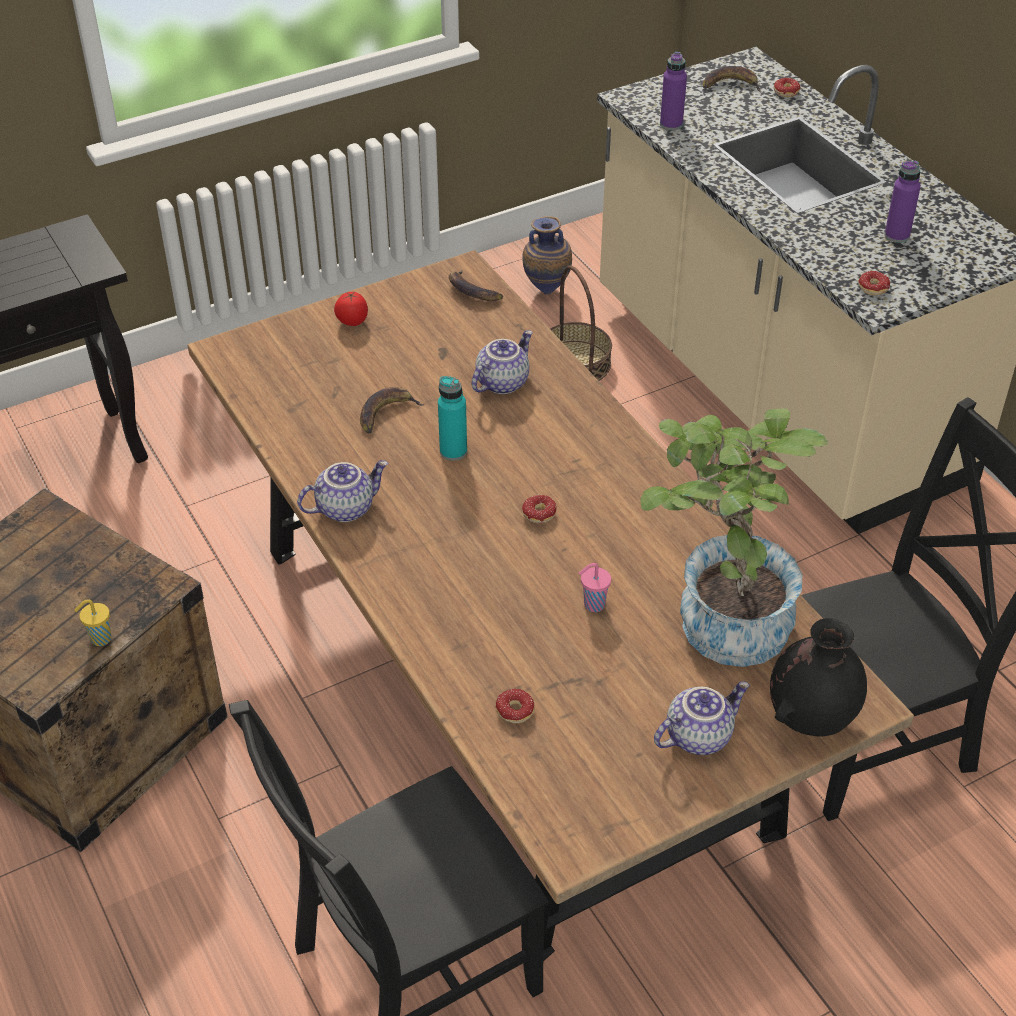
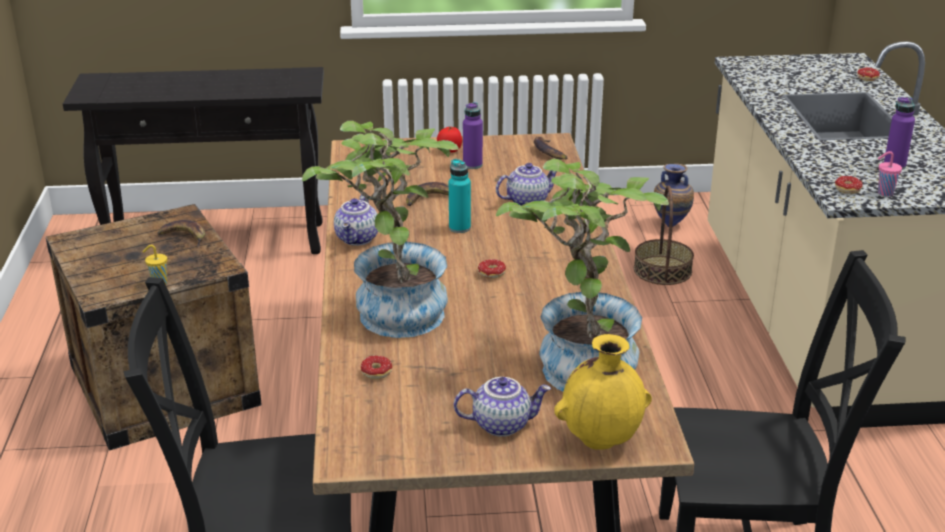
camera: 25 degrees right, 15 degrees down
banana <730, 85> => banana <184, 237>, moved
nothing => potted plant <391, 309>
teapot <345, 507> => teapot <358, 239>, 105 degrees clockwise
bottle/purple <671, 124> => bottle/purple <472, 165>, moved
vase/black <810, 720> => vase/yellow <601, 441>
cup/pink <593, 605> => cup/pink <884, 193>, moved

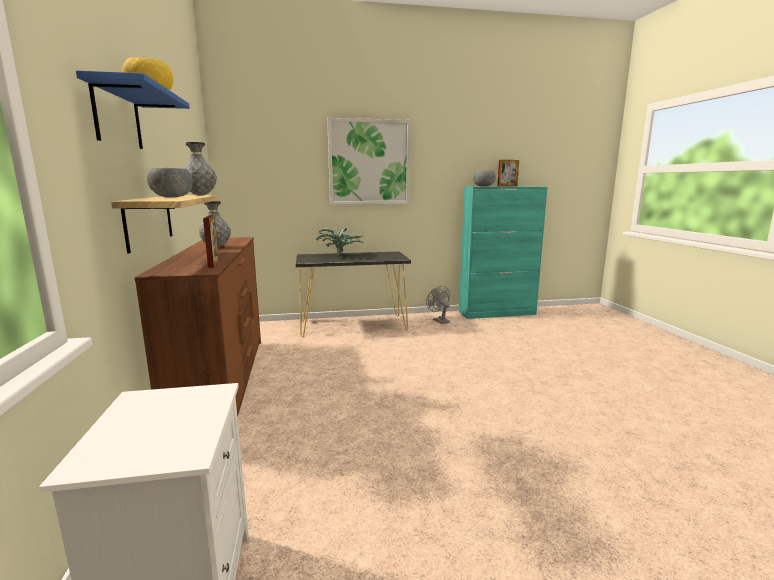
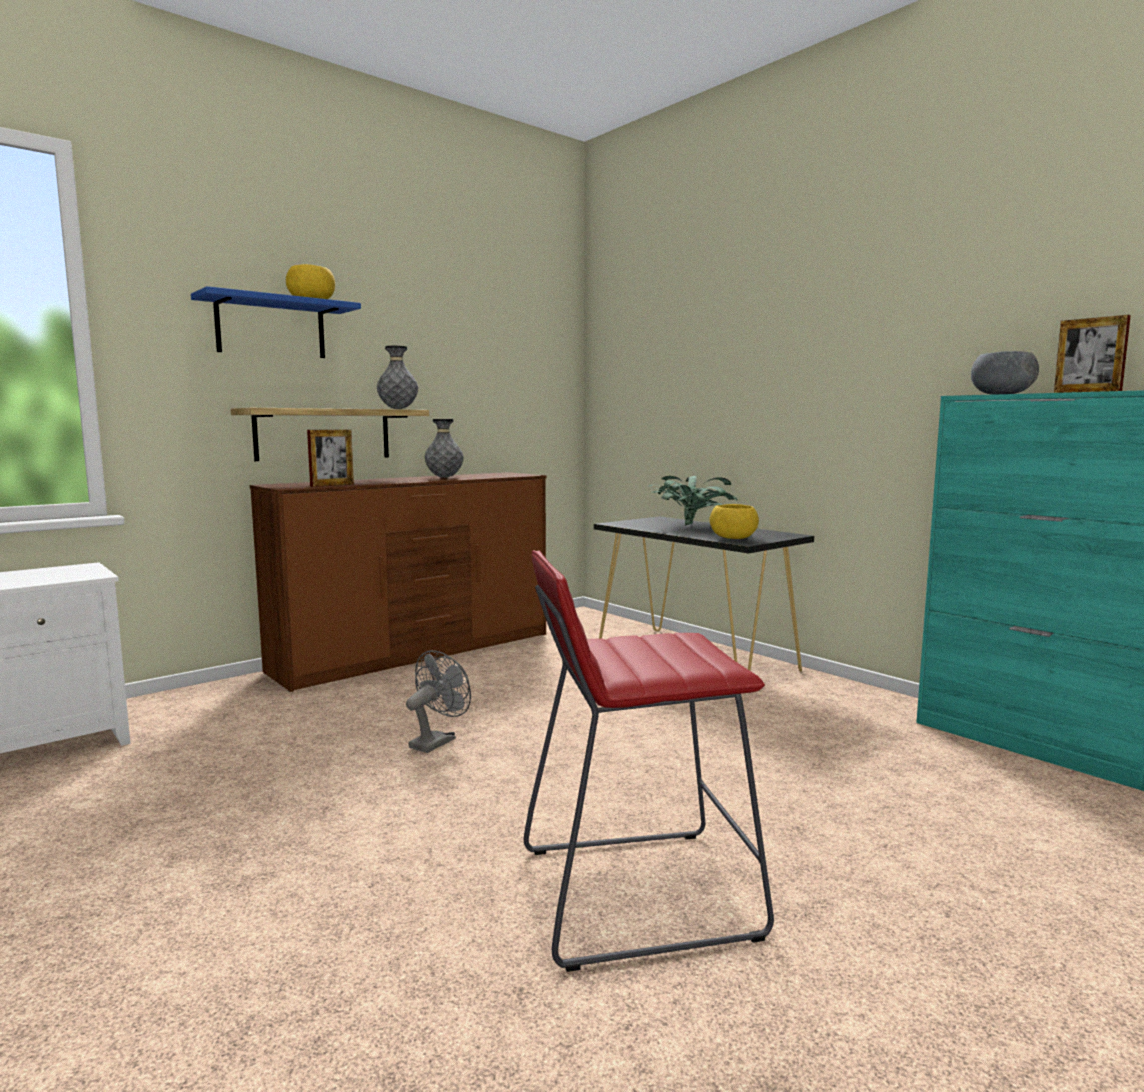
camera: 60 degrees right, 5 degrees down
fan/grey <439, 320> => fan/grey <437, 741>, moved
nothing => stool/red <636, 893>
nothing => bowl/yellow <733, 538>
bowl/grey <172, 197> => nothing
picture <369, 162> => nothing

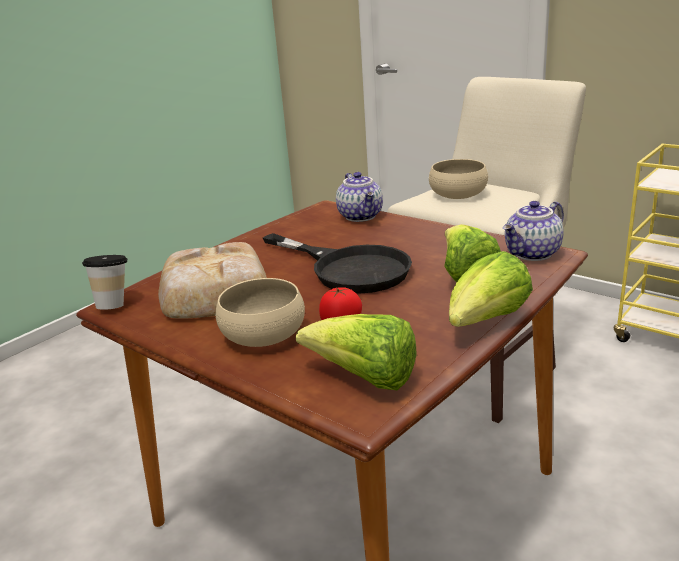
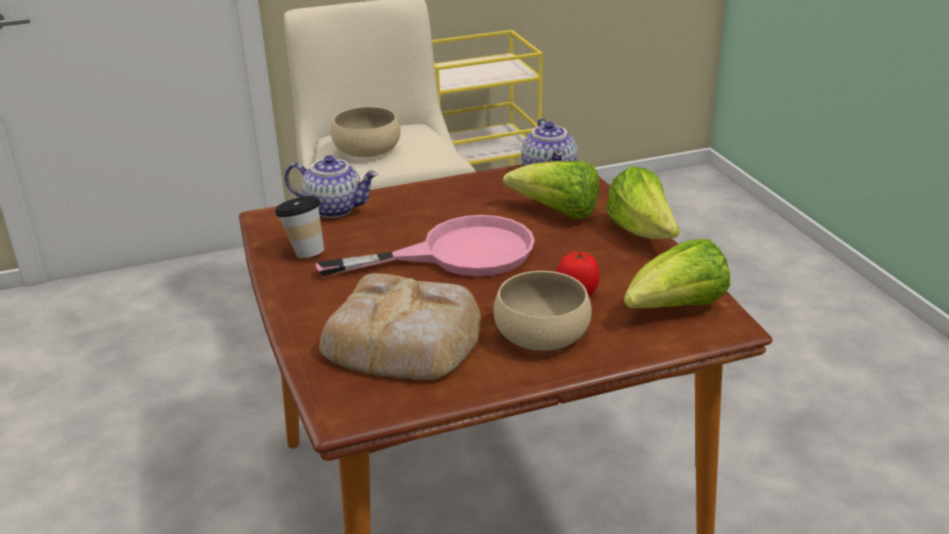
camera: 60 degrees left, 5 degrees up
cup <114, 304> => cup <304, 252>, moved
frying pan/black <348, 268> => frying pan/pink <457, 254>

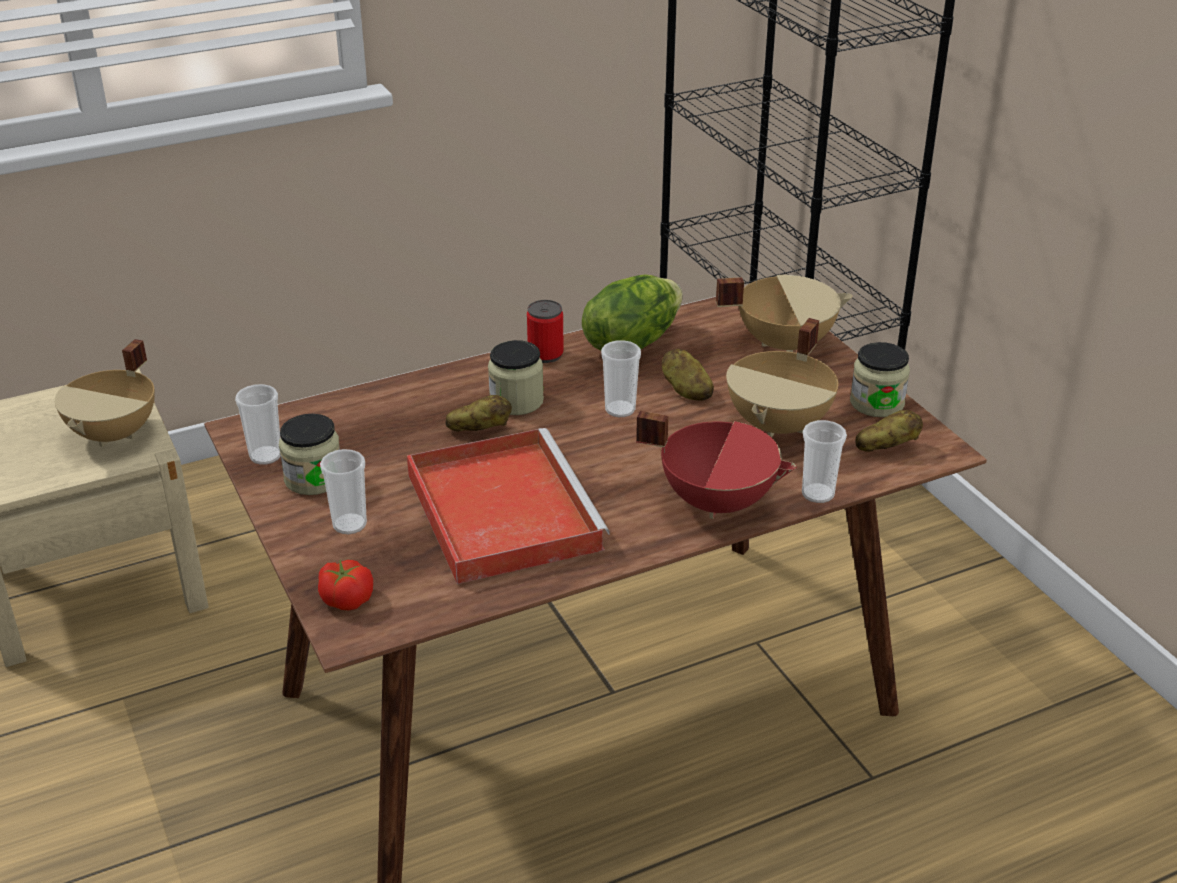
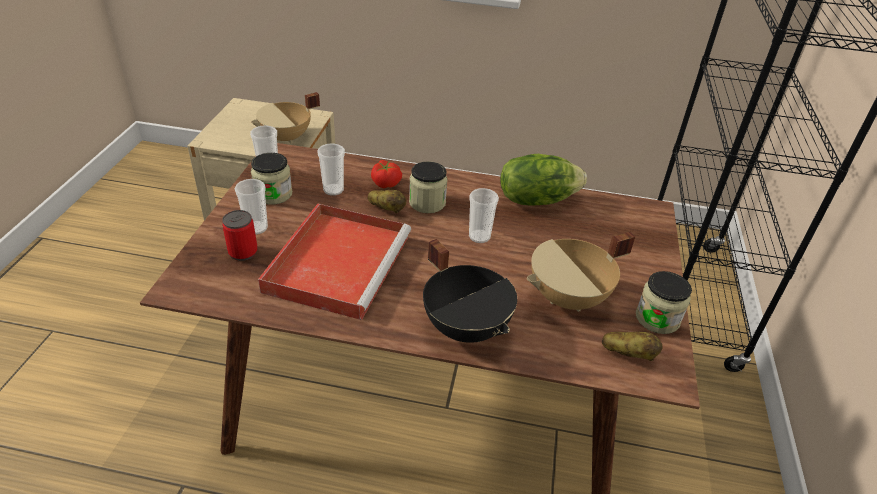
camera: 35 degrees right, 5 degrees up
can <545, 354> => can <243, 252>, moved
cup <818, 494> => cup <333, 190>, moved
tomato <347, 598> => tomato <386, 183>, moved
cooking pot/red <717, 501> => cooking pot/black <467, 327>
potato <686, 390> => nothing
cooking pot/beige <784, 343> => nothing

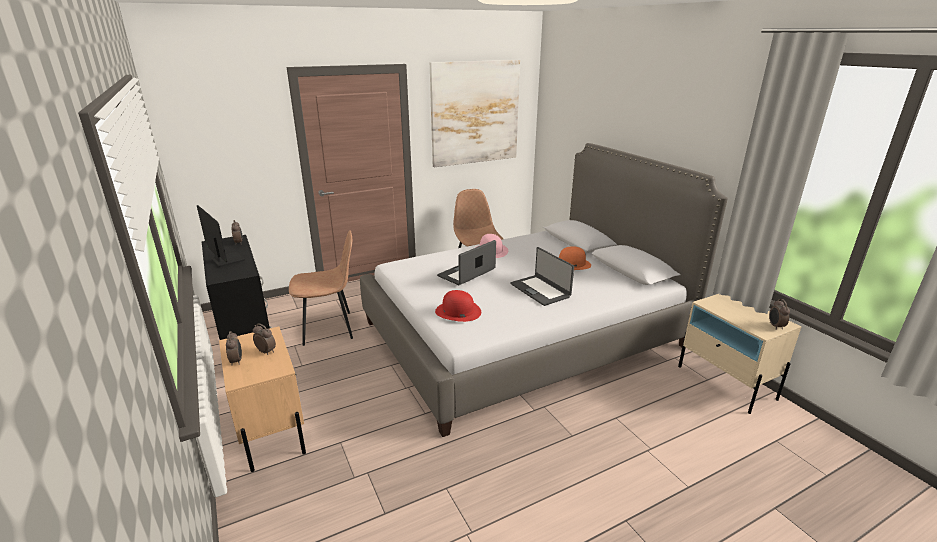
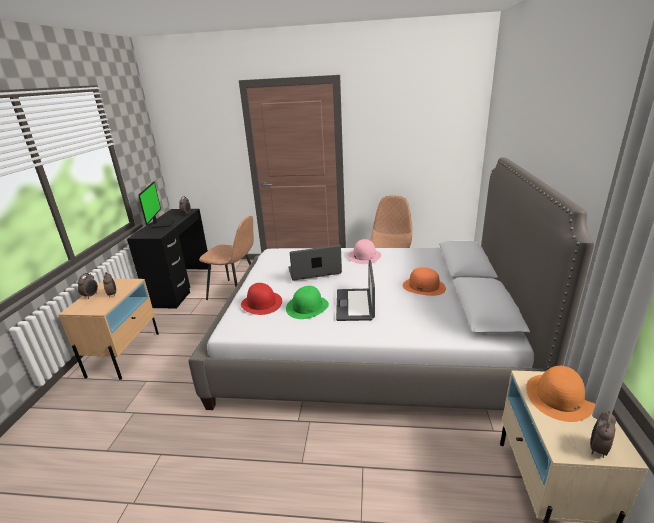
camera: 35 degrees right, 0 degrees up
nothing => hat/green <307, 307>
nothing => hat/orange <559, 397>
picture <475, 113> => nothing

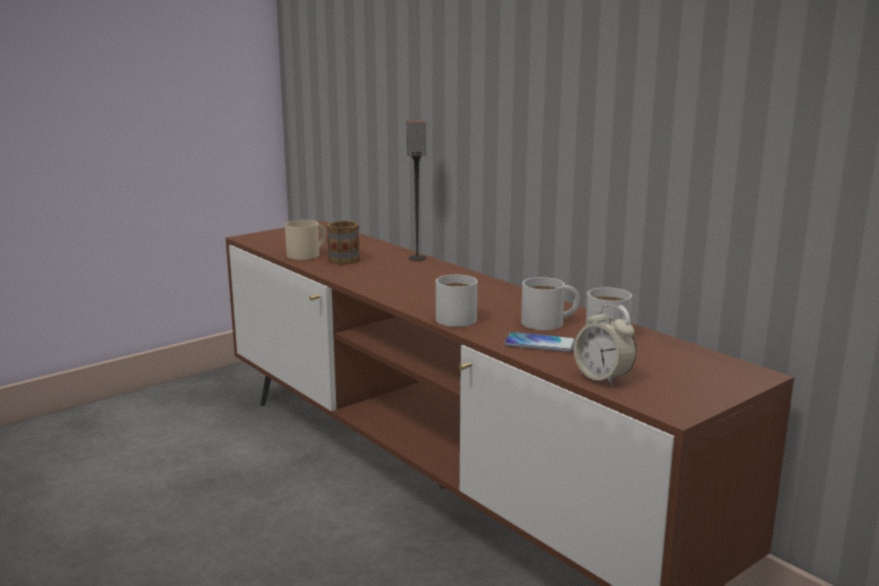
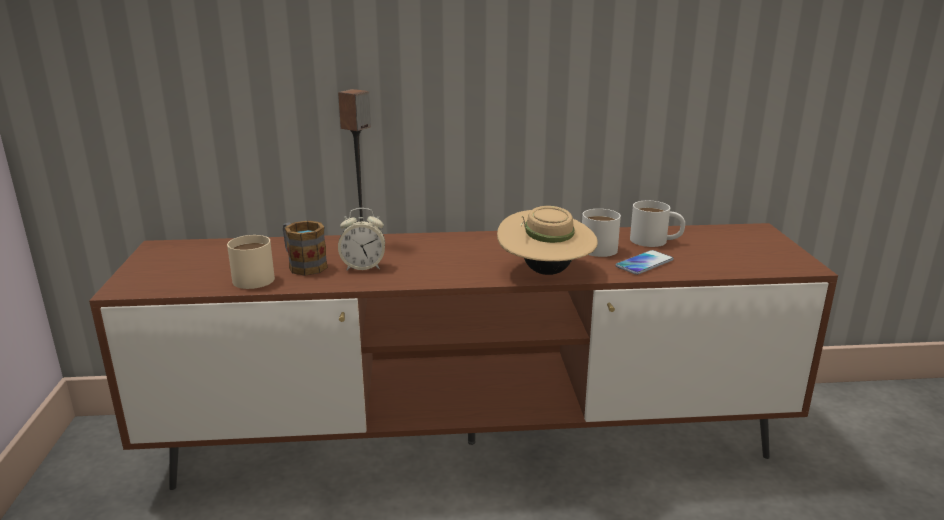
camera: 55 degrees left, 5 degrees up
alarm clock <603, 377> => alarm clock <363, 267>, moved
mug/white <452, 316> => hat/beige <545, 272>

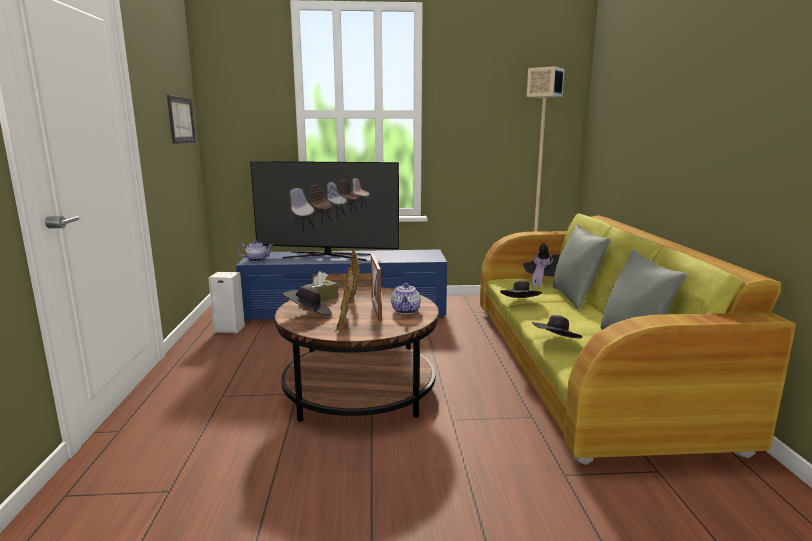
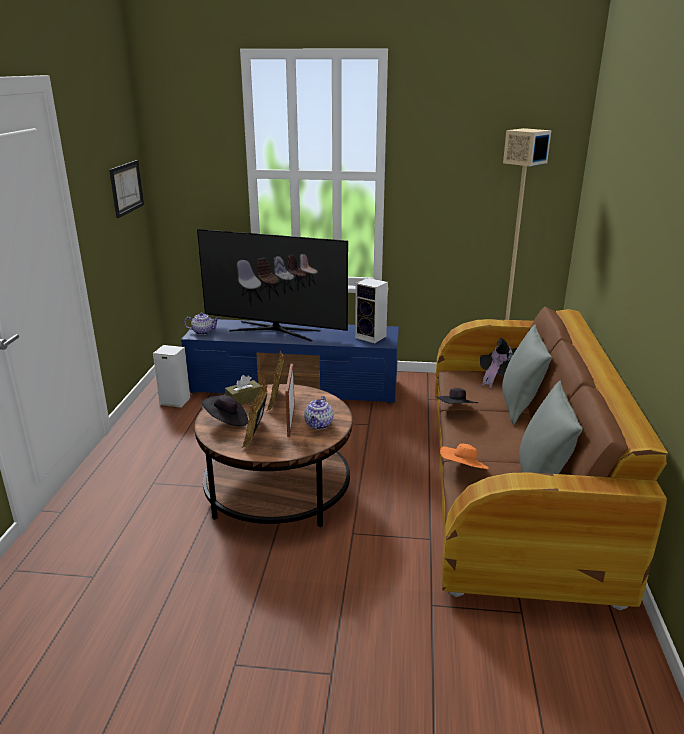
camera: 10 degrees right, 10 degrees up
nothing => speaker <372, 337>
sofa/green <584, 365> => sofa/brown <513, 482>
hat/black <556, 343> => hat/orange <463, 470>

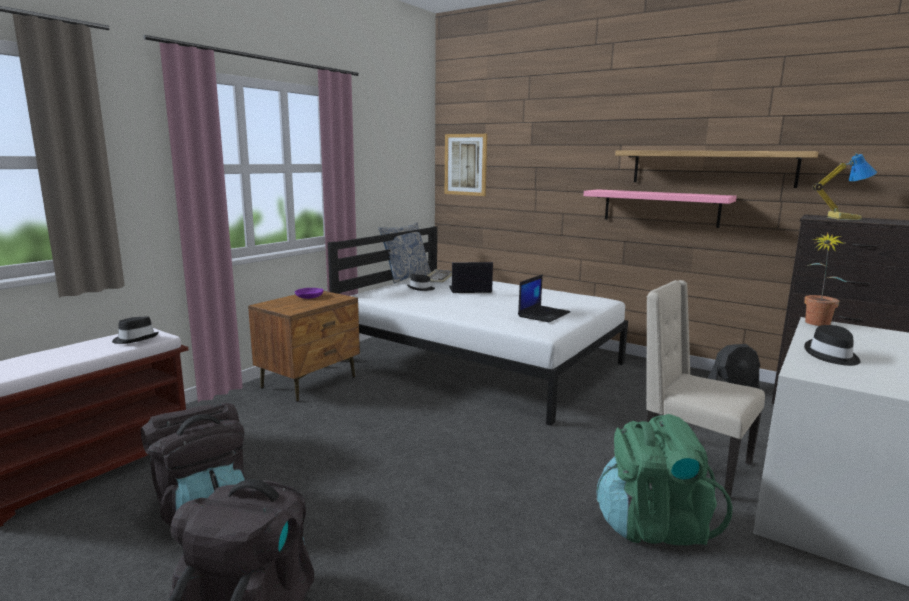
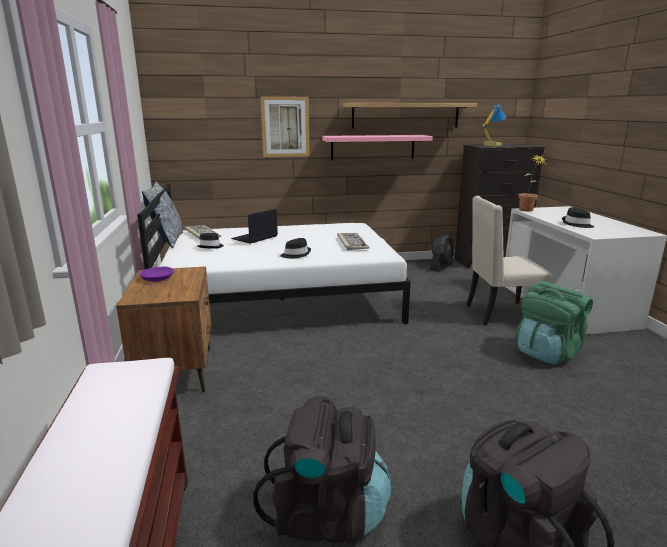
camera: 45 degrees left, 5 degrees up
picture <465, 164> => picture <285, 127>, moved
hat/black <135, 339> => hat/black <296, 254>, moved
laptop <544, 314> => keyboard <351, 243>

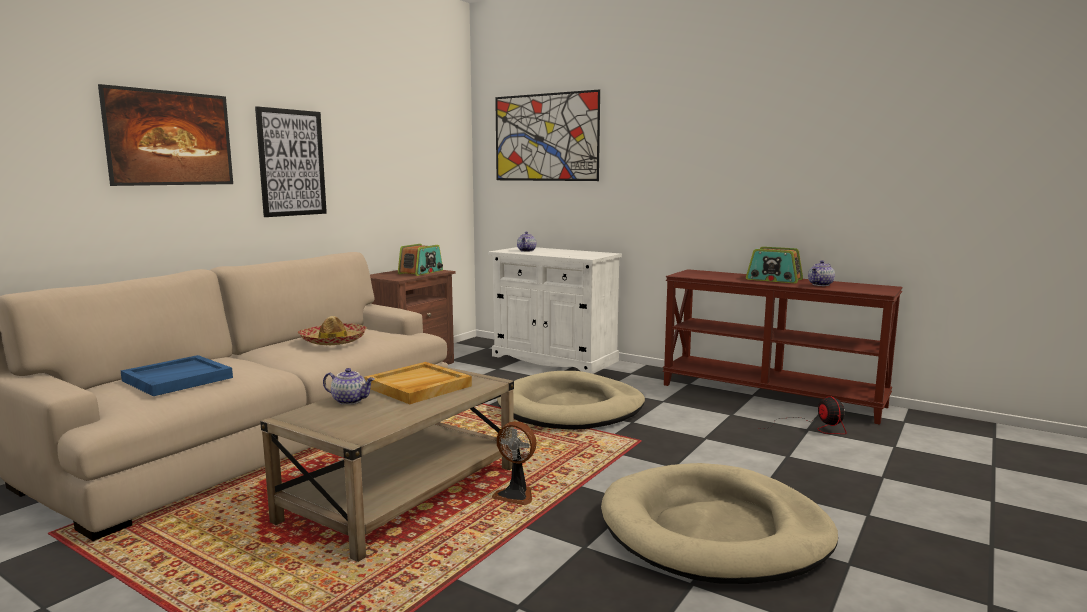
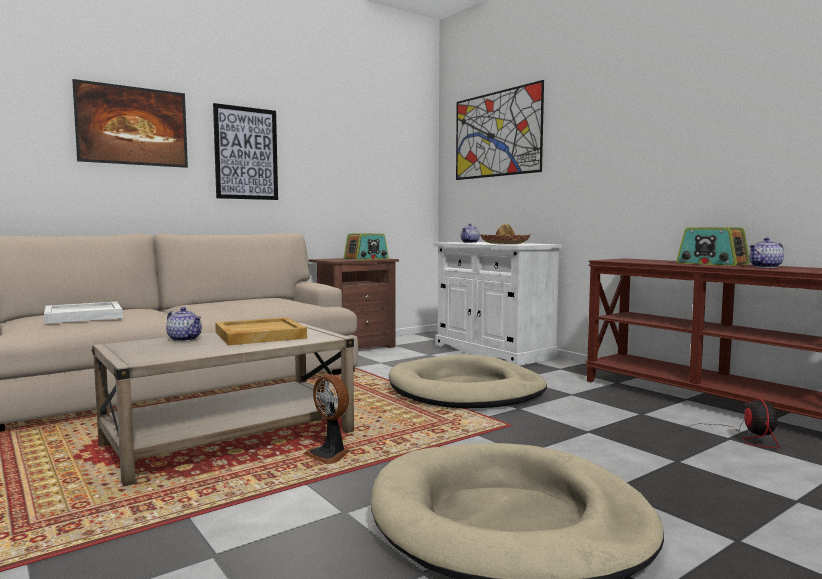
camera: 20 degrees right, 5 degrees down
tray/blue <178, 379> => tray/white <84, 316>
hat <333, 341> => hat <505, 243>, moved

